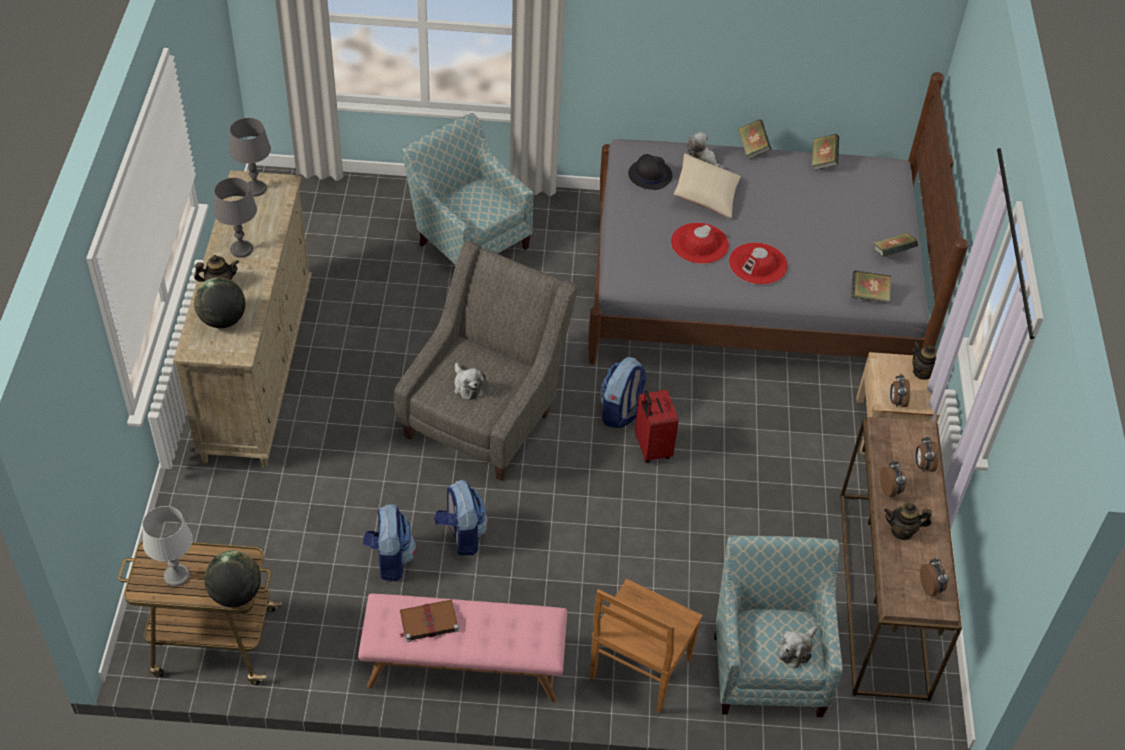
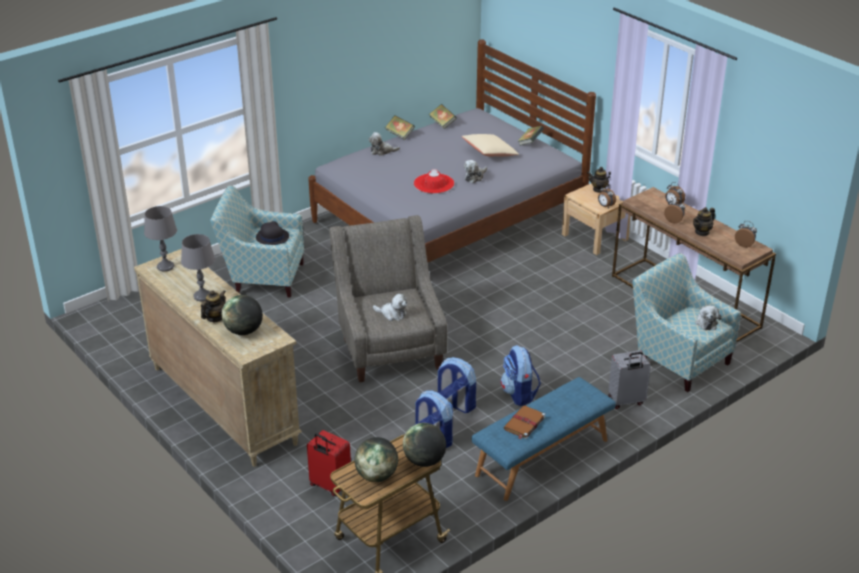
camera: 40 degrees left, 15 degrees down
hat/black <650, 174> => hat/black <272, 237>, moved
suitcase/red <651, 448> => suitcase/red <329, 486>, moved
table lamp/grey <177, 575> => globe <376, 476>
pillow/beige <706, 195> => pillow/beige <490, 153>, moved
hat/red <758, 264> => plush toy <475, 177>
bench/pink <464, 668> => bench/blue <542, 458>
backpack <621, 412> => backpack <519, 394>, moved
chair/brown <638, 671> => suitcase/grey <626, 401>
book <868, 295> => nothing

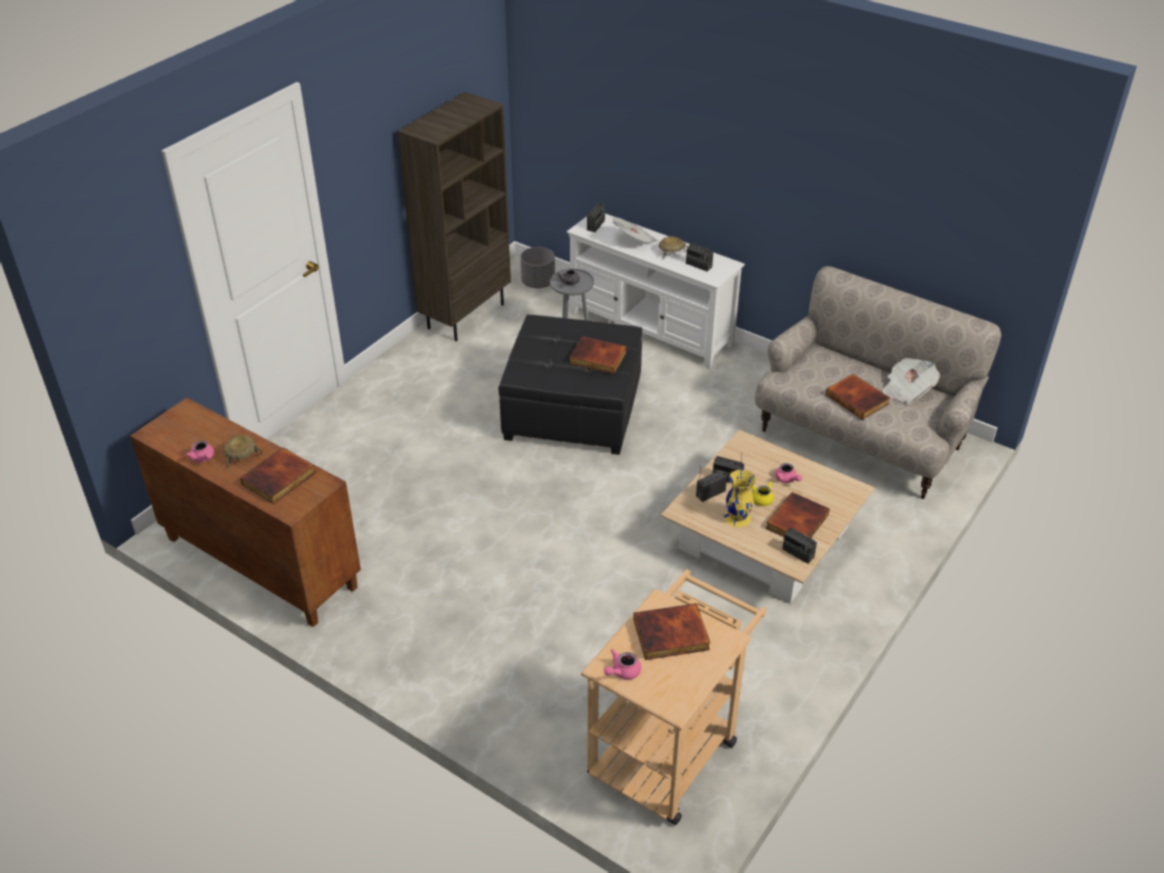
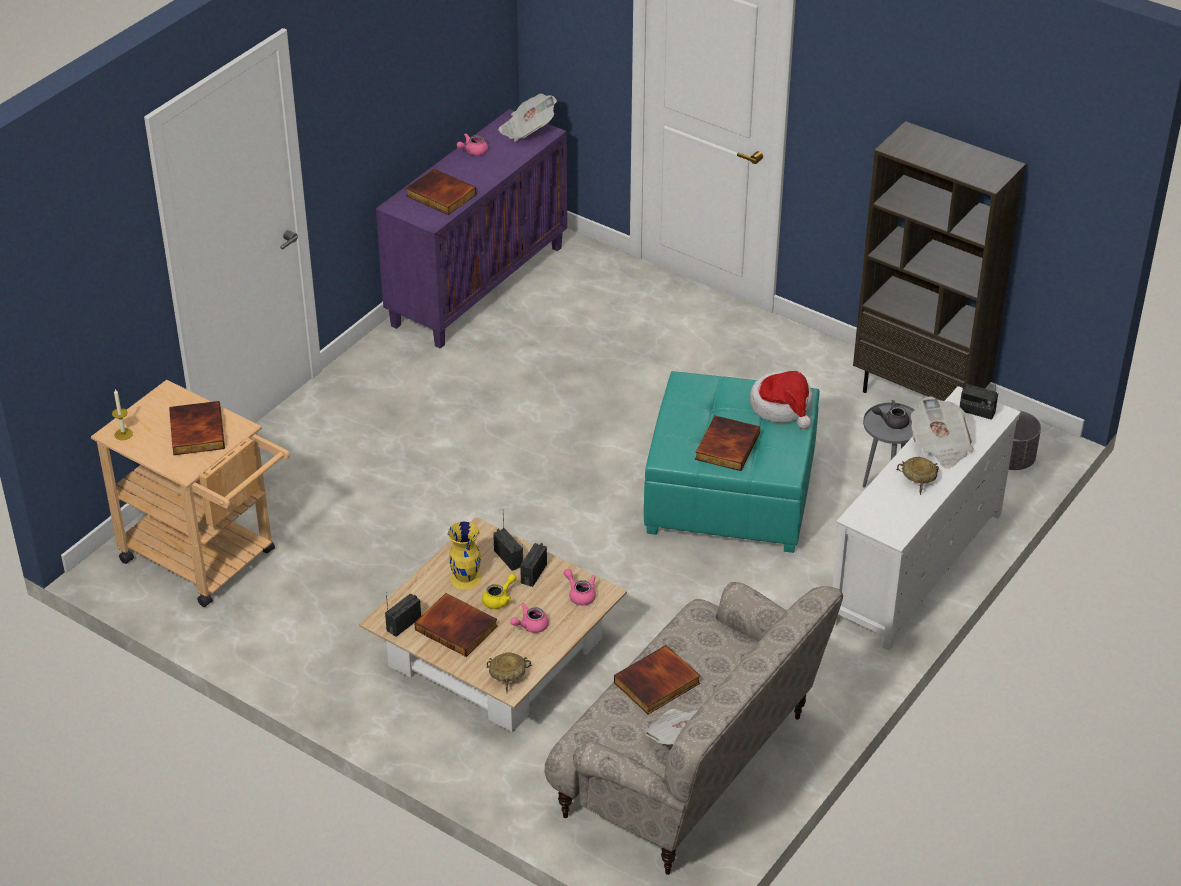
camera: 90 degrees right, 0 degrees up
nothing => candle <123, 434>
cabinet/brown <259, 563> => cabinet/purple <478, 285>
bowl/beige <241, 455> => bowl/beige <508, 676>, moved
nothing => newspaper <527, 130>
teapot/pink <622, 672> => teapot/pink <580, 594>, moved
ottoman/black <573, 410> => ottoman/turquoise <731, 494>
nothing => hat <782, 407>
radio <698, 265> => nothing

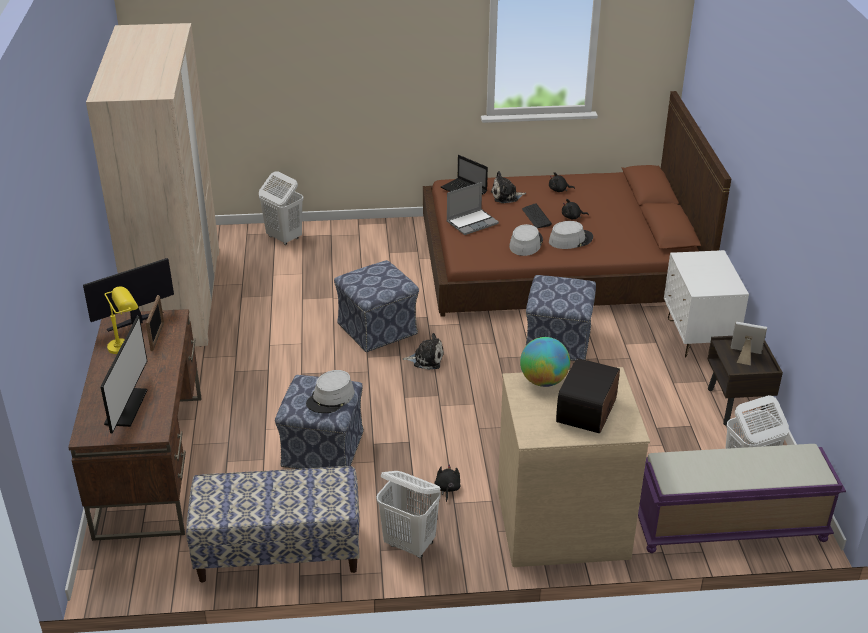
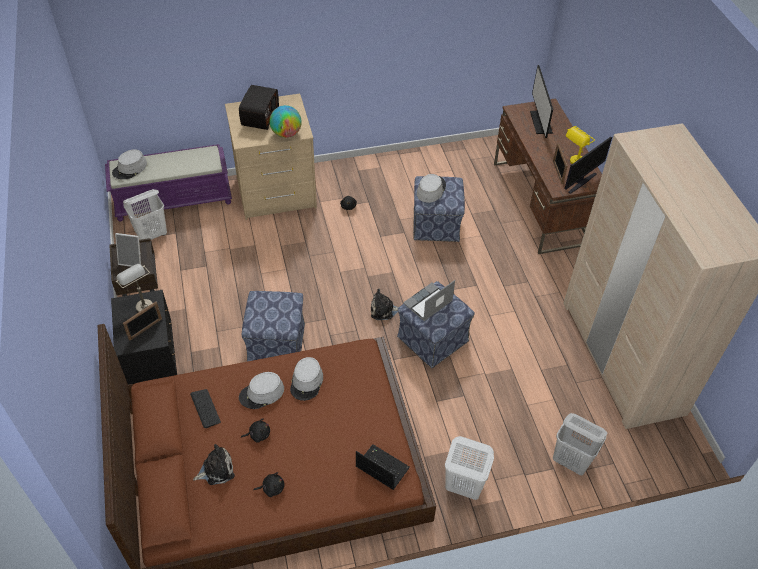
camera: 170 degrees right, 15 degrees up
nightstand/white <698, 337> => nightstand/black <152, 362>
nothing => hat/grey <130, 168>
nothing => table lamp/grey <141, 304>
nothing => picture frame <145, 329>
keyboard <536, 217> => keyboard <205, 408>, moved
plush toy <506, 196> => plush toy <216, 470>, moved
laptop <472, 222> => laptop <428, 303>, moved
laundry basket/white <410, 544> => laundry basket/white <463, 486>, moved
bench <278, 552> => nothing

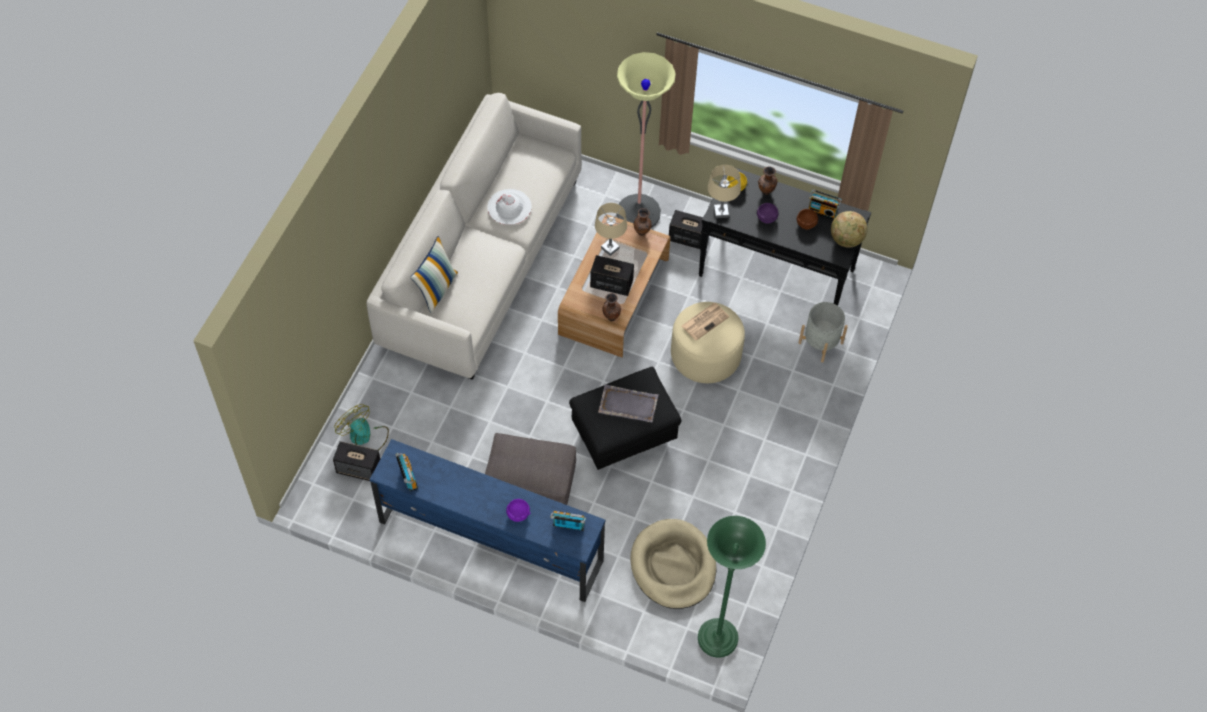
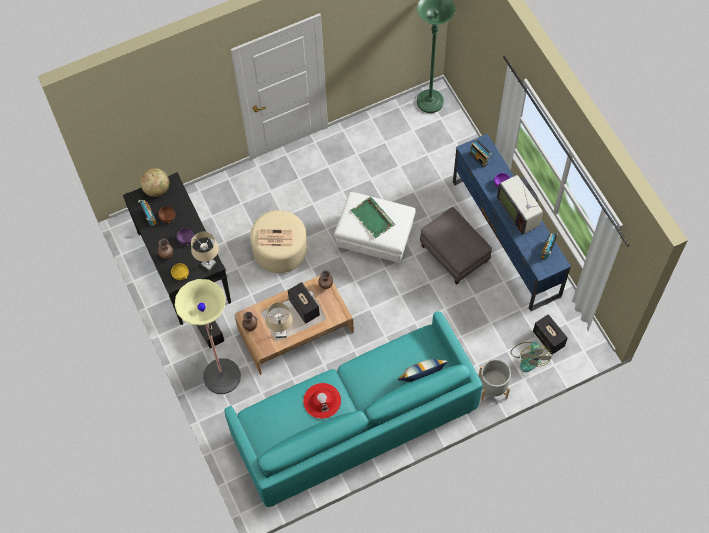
camera: 135 degrees left, 5 degrees up
sofa/white <481, 261> => sofa/turquoise <354, 423>
hat/white <509, 207> => hat/red <322, 400>
ottoman/black <623, 436> => ottoman/white <375, 240>
tray/grey <627, 404> => tray/green <373, 218>
planter/grey <820, 343> => planter/grey <492, 387>, moved
nothing => television <519, 211>
dog bed/beige <673, 566> => nothing

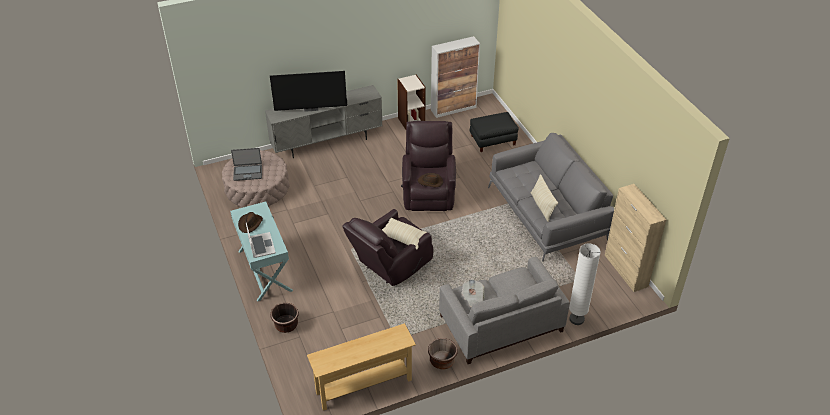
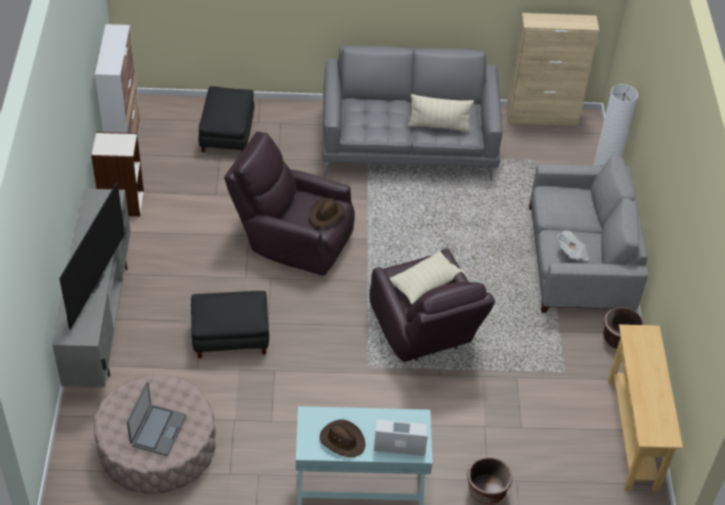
camera: 70 degrees left, 5 degrees up
nothing => ottoman/black <231, 336>

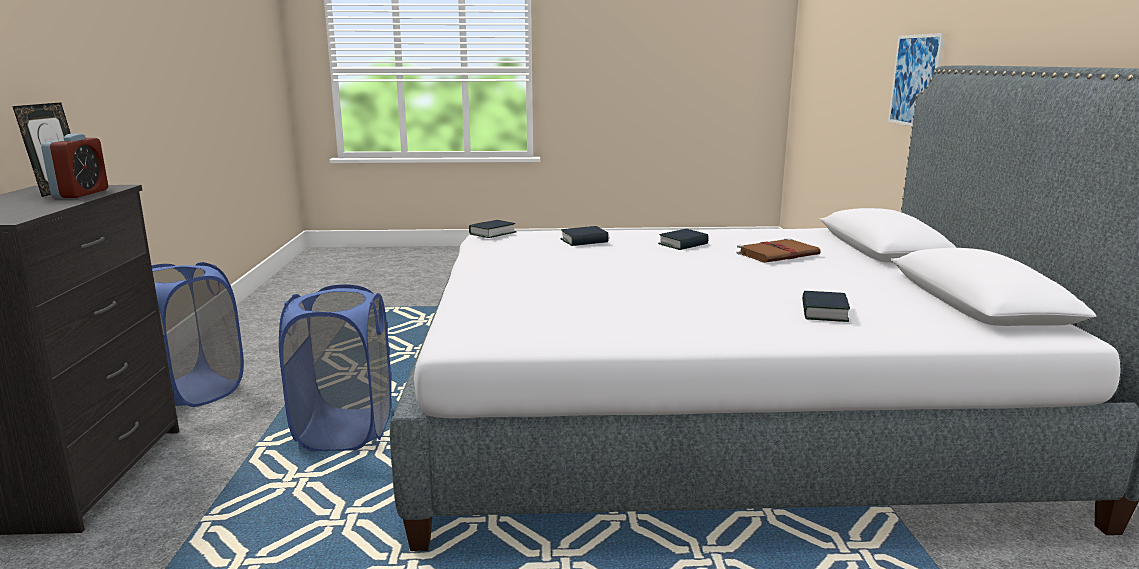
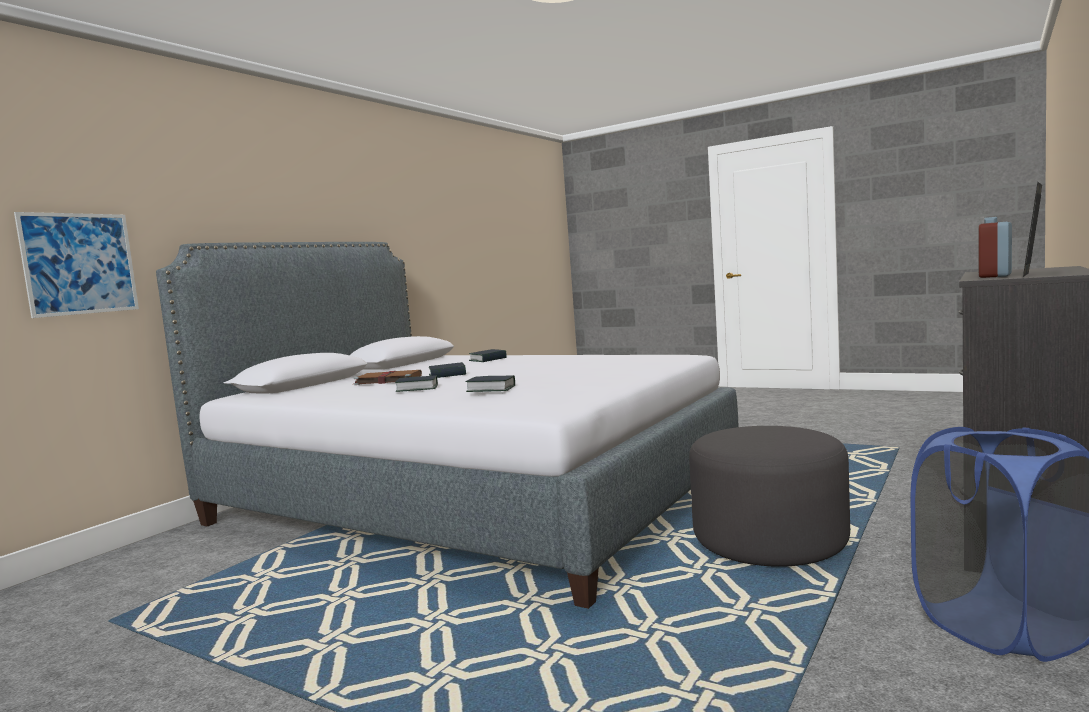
camera: 145 degrees left, 10 degrees down
book <492, 233> => book <447, 375>, moved
laundry basket/blue <345, 431> => ottoman/grey <769, 540>

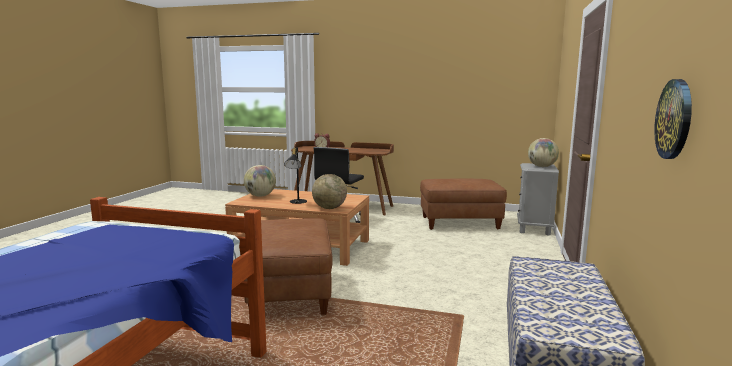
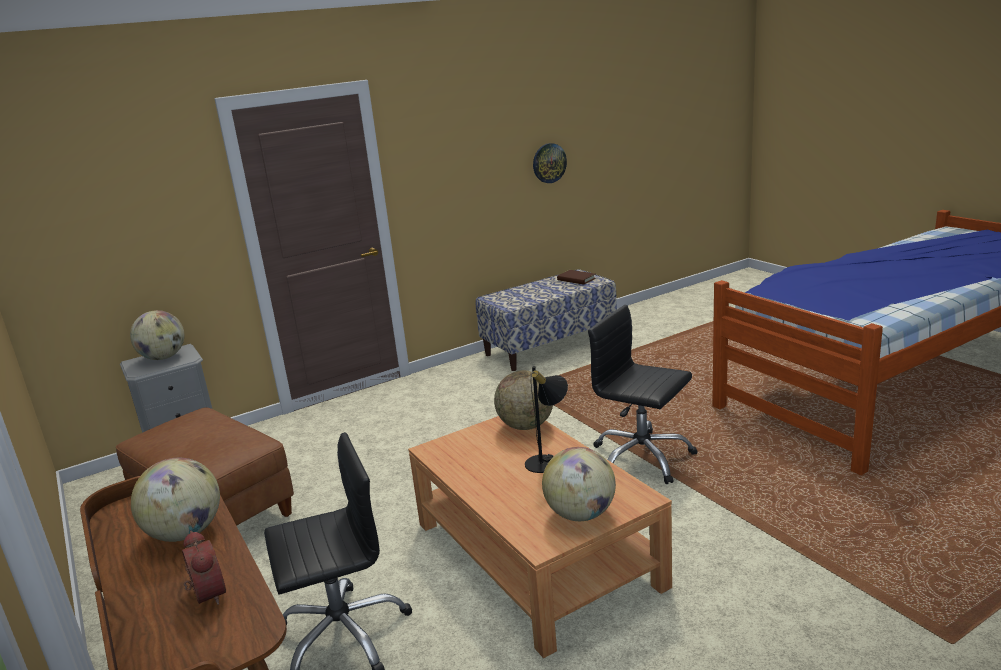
camera: 135 degrees left, 10 degrees up
nothing => globe <186, 533>
nothing => book/brown <576, 279>
ottoman/brown <291, 293> => office chair/black <641, 458>

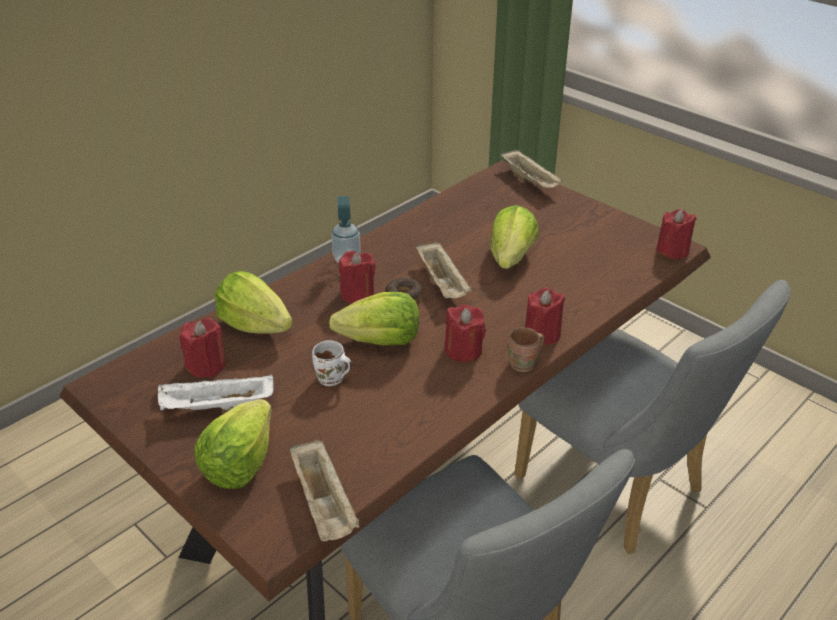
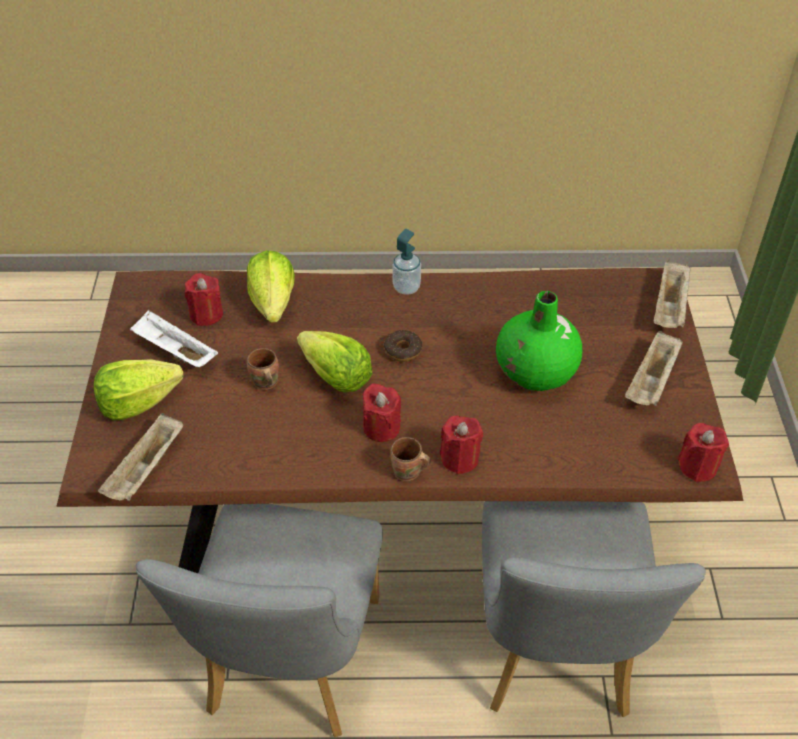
camera: 45 degrees right, 10 degrees up
mug/white <332, 380> => mug/brown <264, 383>
lettuce <511, 258> => vase/green <536, 373>
tray/beige <443, 284> => tray/beige <652, 382>, moved
candle/red <357, 294> => nothing

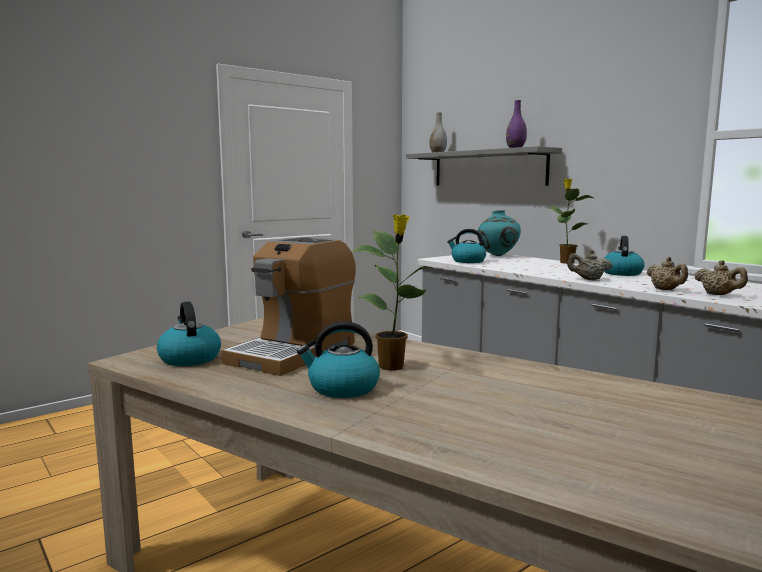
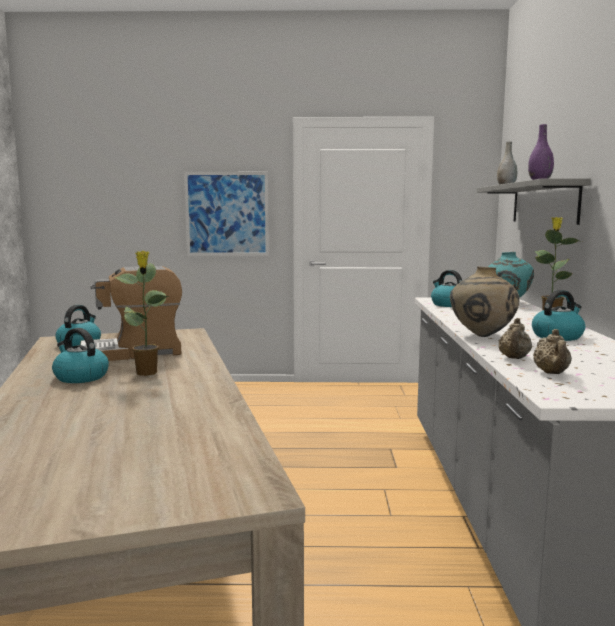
camera: 40 degrees right, 0 degrees up
nothing => picture <227, 214>
teapot/beige <588, 279> => vase/beige <481, 336>

